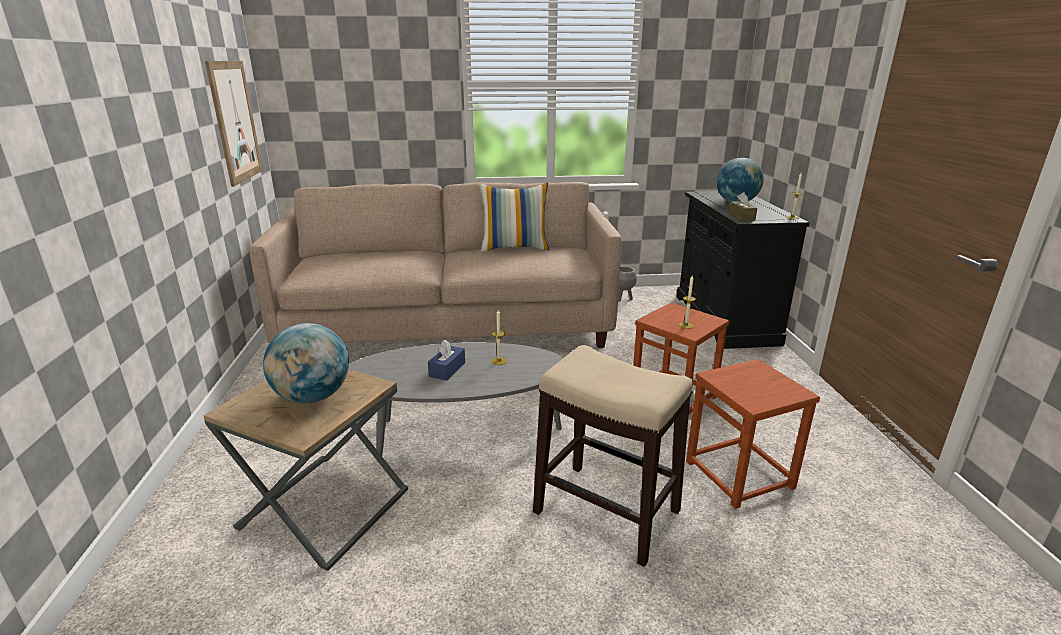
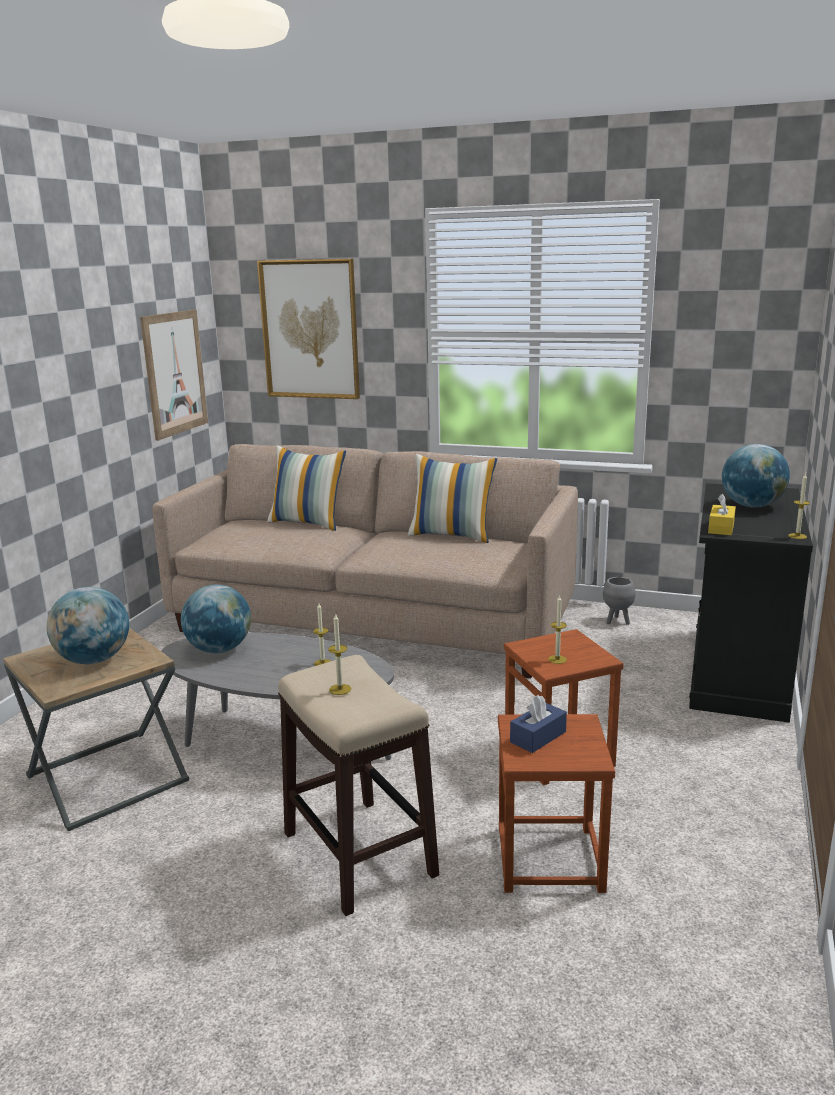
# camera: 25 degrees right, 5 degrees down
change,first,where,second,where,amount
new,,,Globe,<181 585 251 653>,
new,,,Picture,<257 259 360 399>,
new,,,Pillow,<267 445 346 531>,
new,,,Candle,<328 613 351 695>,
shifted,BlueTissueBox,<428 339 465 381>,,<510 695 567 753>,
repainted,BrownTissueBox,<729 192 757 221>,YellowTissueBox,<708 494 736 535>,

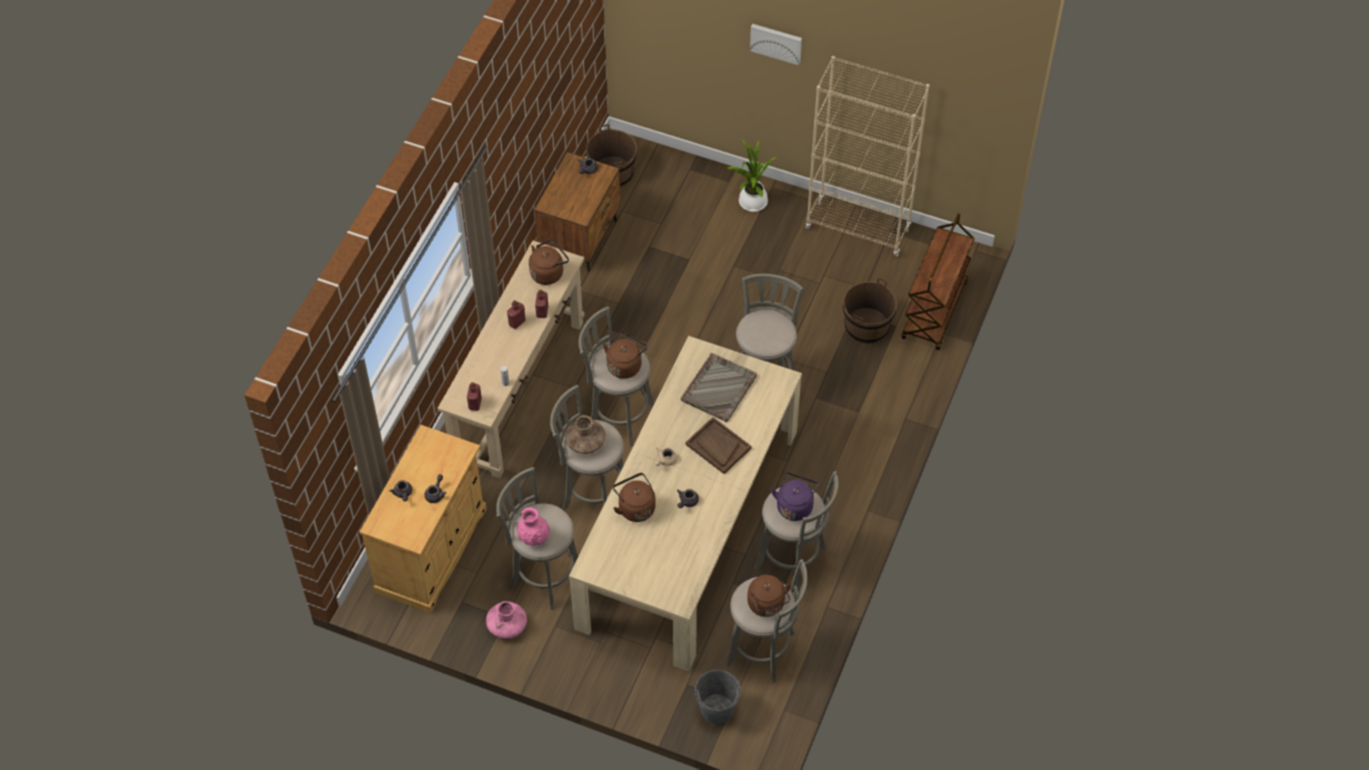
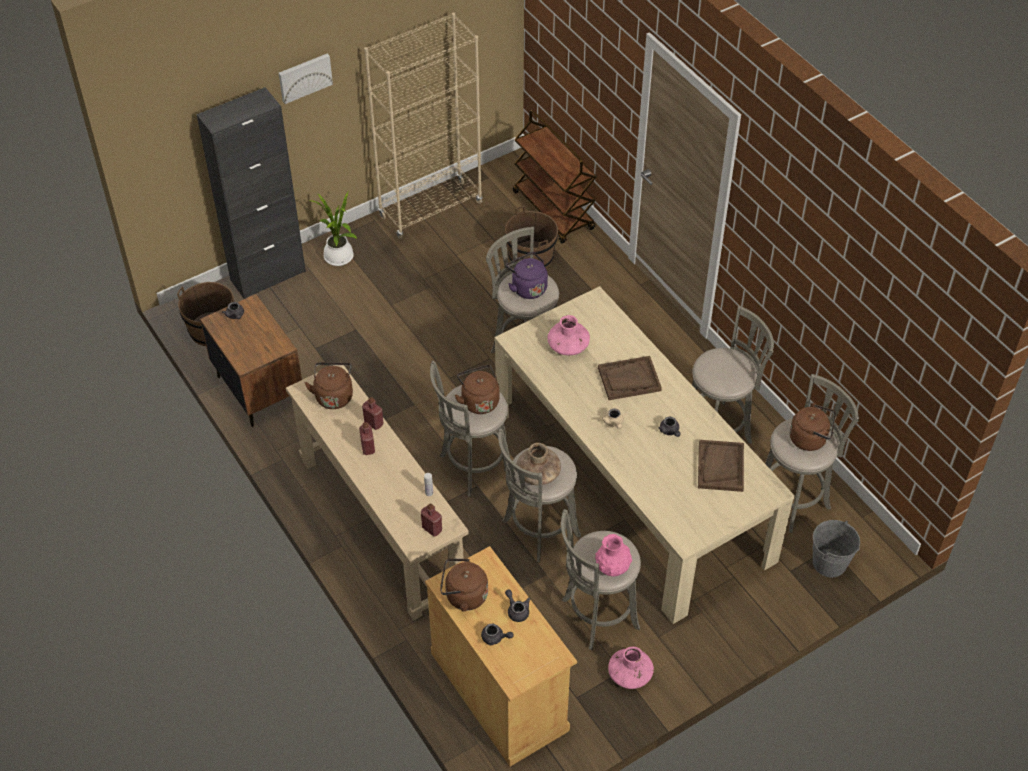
# camera: 55 degrees left, 5 degrees down
change,first,where,second,where,amount
new,,,BlackCabinet,<196 87 306 299>,
new,,,BrownTray,<698 440 744 492>,
shifted,BrownKettle,<613 473 655 522>,,<440 559 488 612>,
shifted,PurpleKettle,<771 473 818 521>,,<506 252 548 299>,
swapped,GreyTray,<681 353 757 422>,PinkVase,<548 315 590 355>,

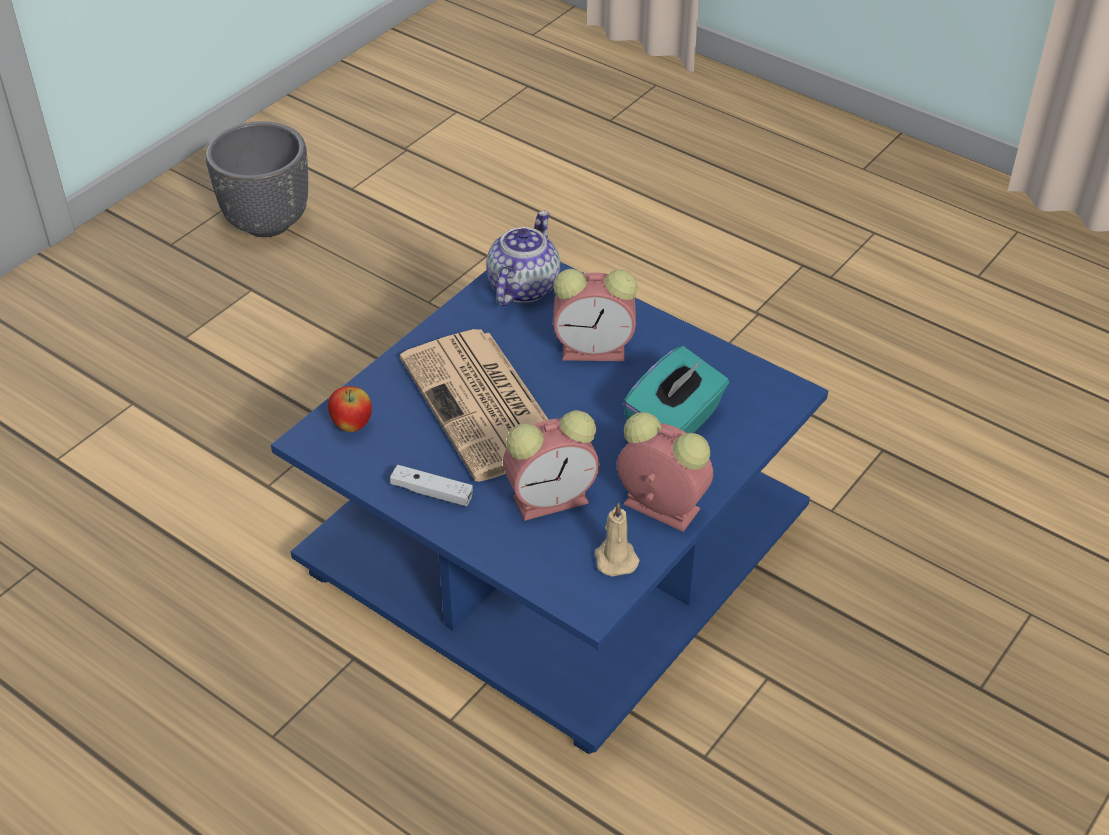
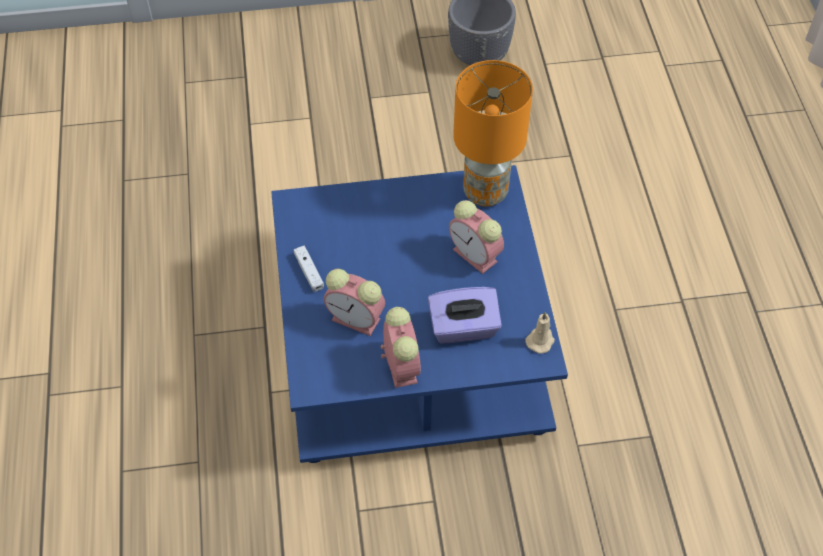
# camera: 45 degrees right, 10 degrees up
change,first,where,second,where,amount
gone,Apple,<328 386 372 432>,,,
gone,Newspaper,<400 329 549 482>,,,
shifted,BeigeCandle,<595 502 640 577>,,<525 312 555 354>,
swapped,Teapot,<486 210 560 306>,OrangeTableLamp,<453 60 533 207>,
repainted,TurquoiseTissueBox,<623 346 729 433>,PurpleTissueBox,<428 287 502 343>,

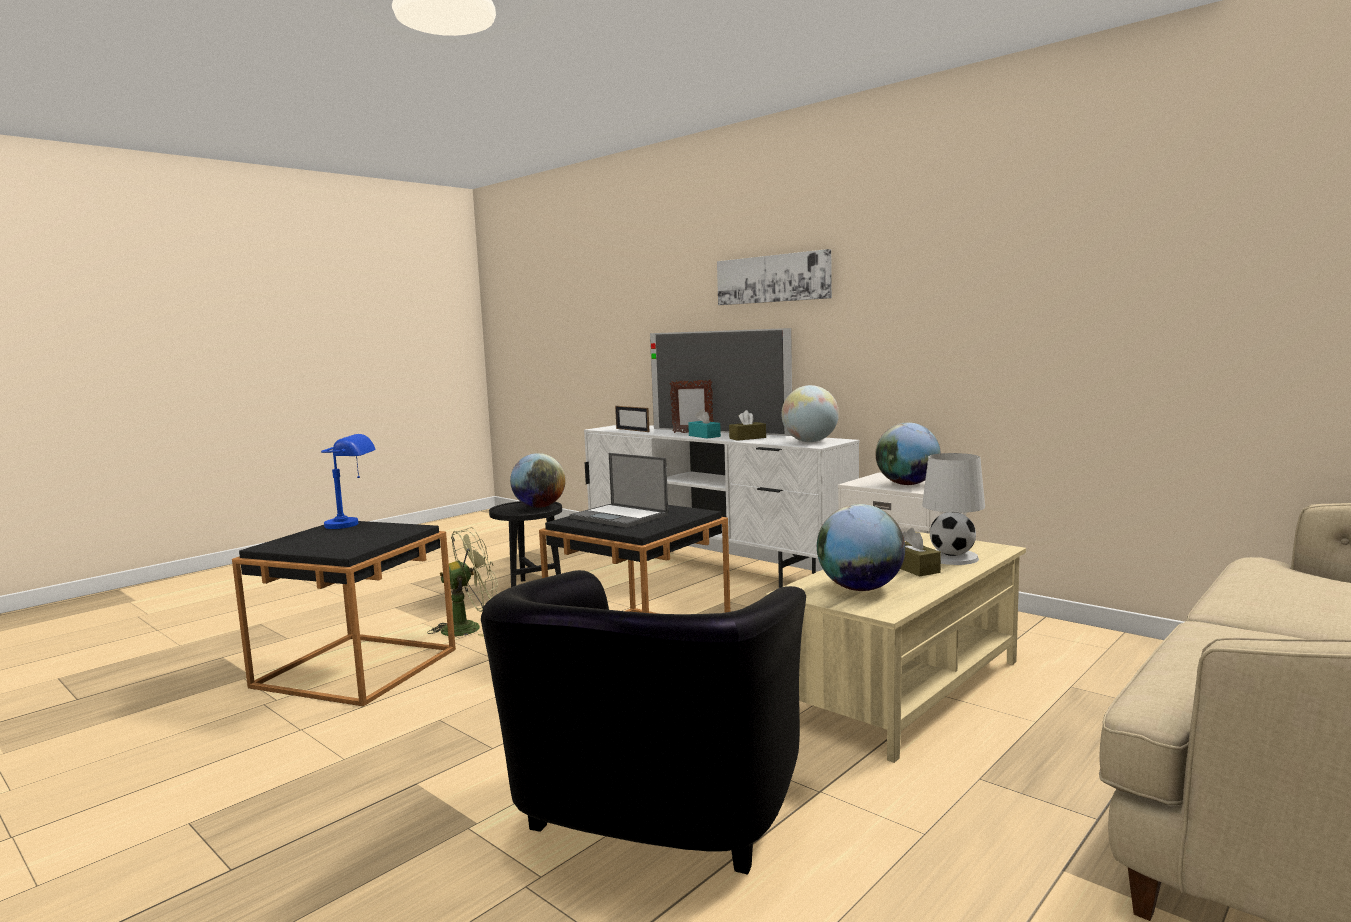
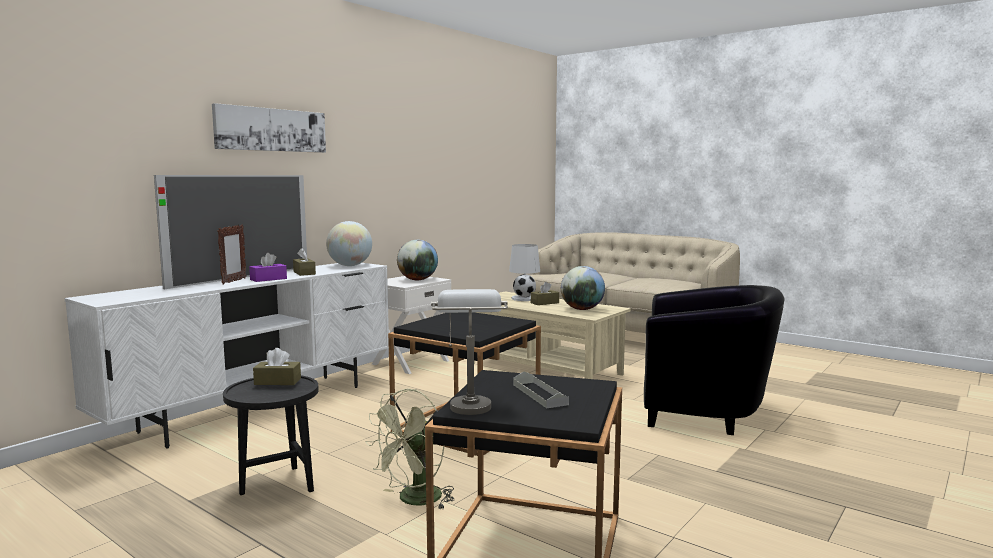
# camera: 95 degrees left, 0 degrees up
change,first,where,second,where,amount
gone,Laptop,<569 453 668 528>,,,
gone,PictureFrame,<615 406 650 432>,,,
new,,,GreyTray,<513 371 569 408>,
swapped,Globe,<510 453 566 508>,BrownTissueBox,<253 348 301 385>,
repainted,BlueTableLamp,<321 434 376 529>,GreyTableLamp,<431 289 508 415>,
repainted,TurquoiseTissueBox,<688 409 721 439>,PurpleTissueBox,<249 253 287 282>,
rotated,GreenFan,<427 527 498 637>,,<366 389 454 509>,105 degrees counterclockwise

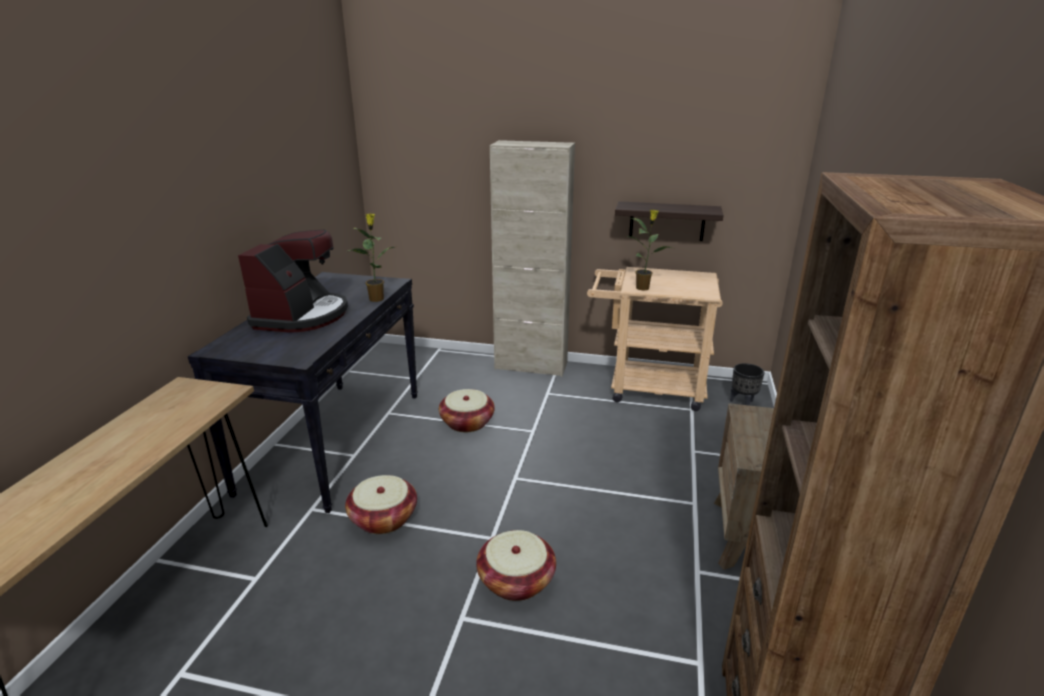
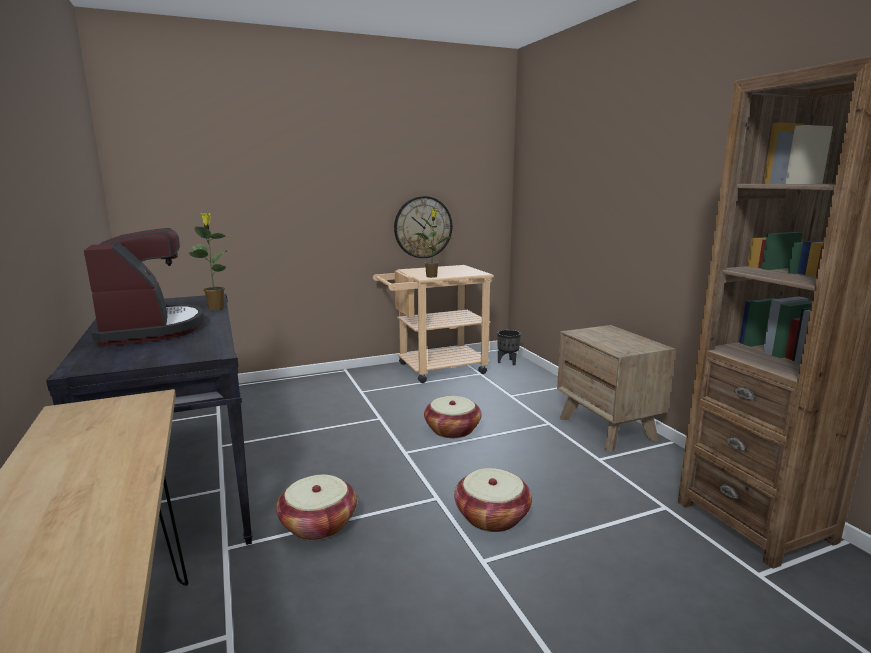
# camera: 35 degrees left, 10 degrees down
change,first,where,second,where,amount
gone,BeigeCabinet,<490 140 575 377>,,,
shifted,Basket,<439 389 495 432>,,<424 396 481 438>,
swapped,Shelf,<615 201 723 241>,WallClock,<394 196 452 258>,

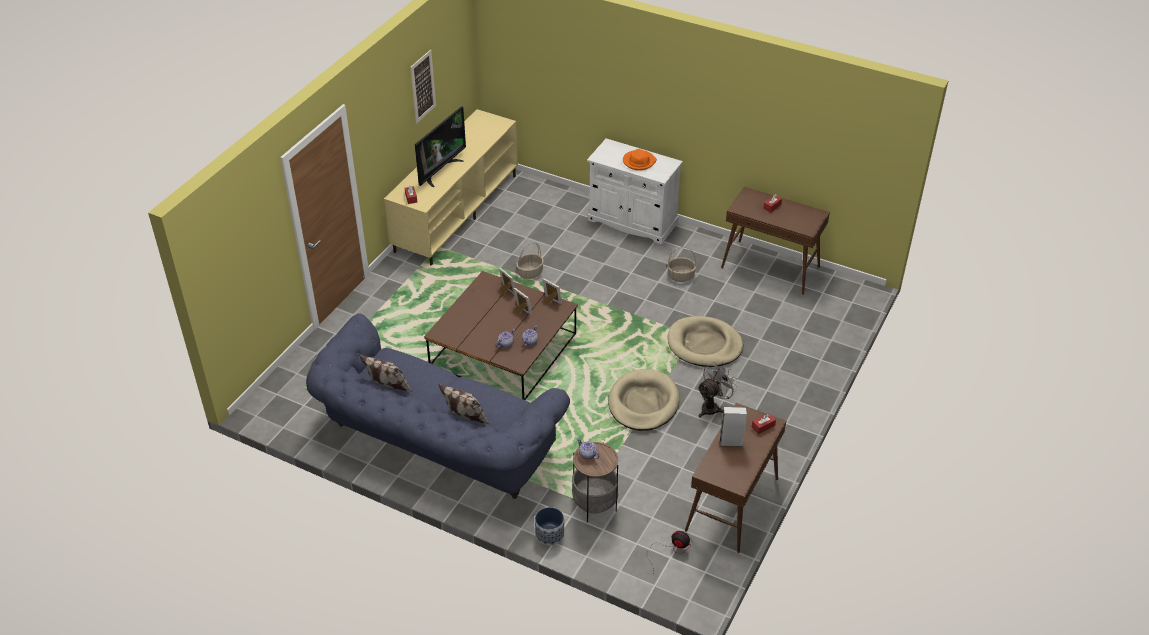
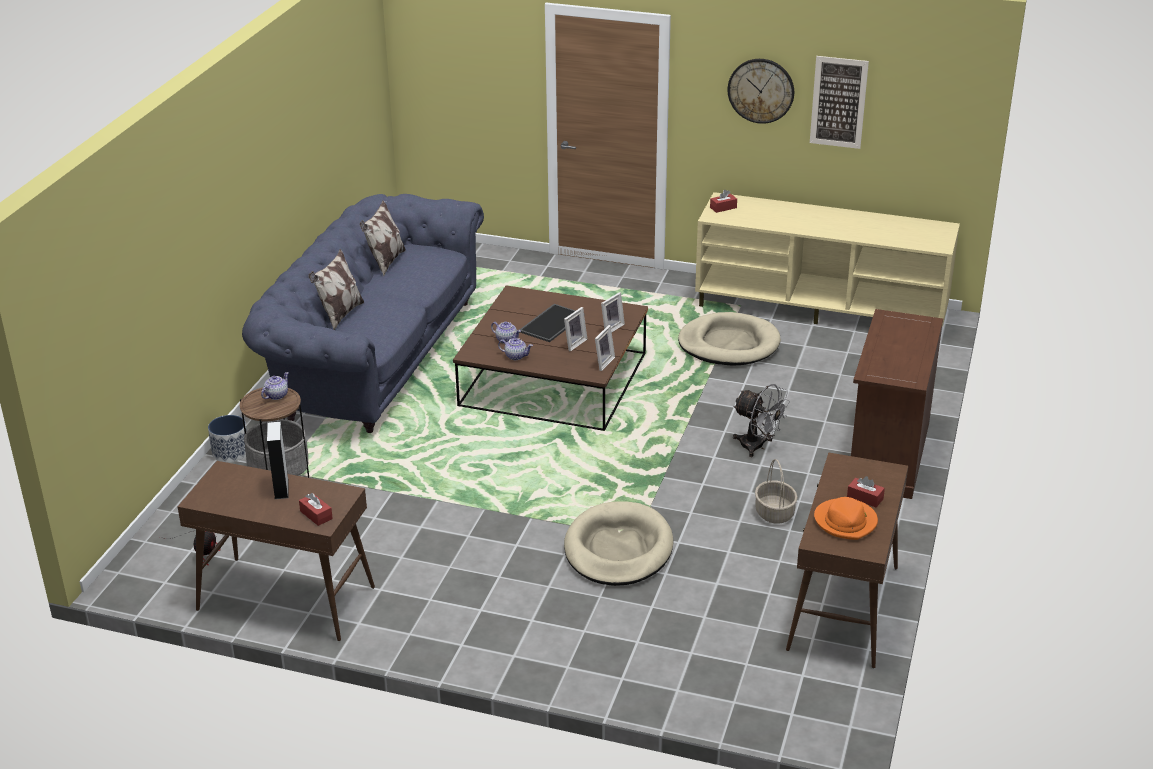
# camera: 80 degrees right, 10 degrees down
change,first,where,second,where,amount
gone,Television,<415 106 466 187>,,,
gone,Basket,<516 243 544 279>,,,
new,,,Tray,<519 304 585 342>,
new,,,WallClock,<727 59 794 124>,
shifted,BeigeDogBed,<608 369 680 431>,,<678 312 781 366>,
shifted,OrangeHat,<623 149 657 170>,,<814 497 878 540>,
shifted,GreyFan,<697 362 738 418>,,<733 384 790 457>,
repainted,WhiteCabinet,<587 138 683 244>,BrownCabinet,<851 309 943 499>,

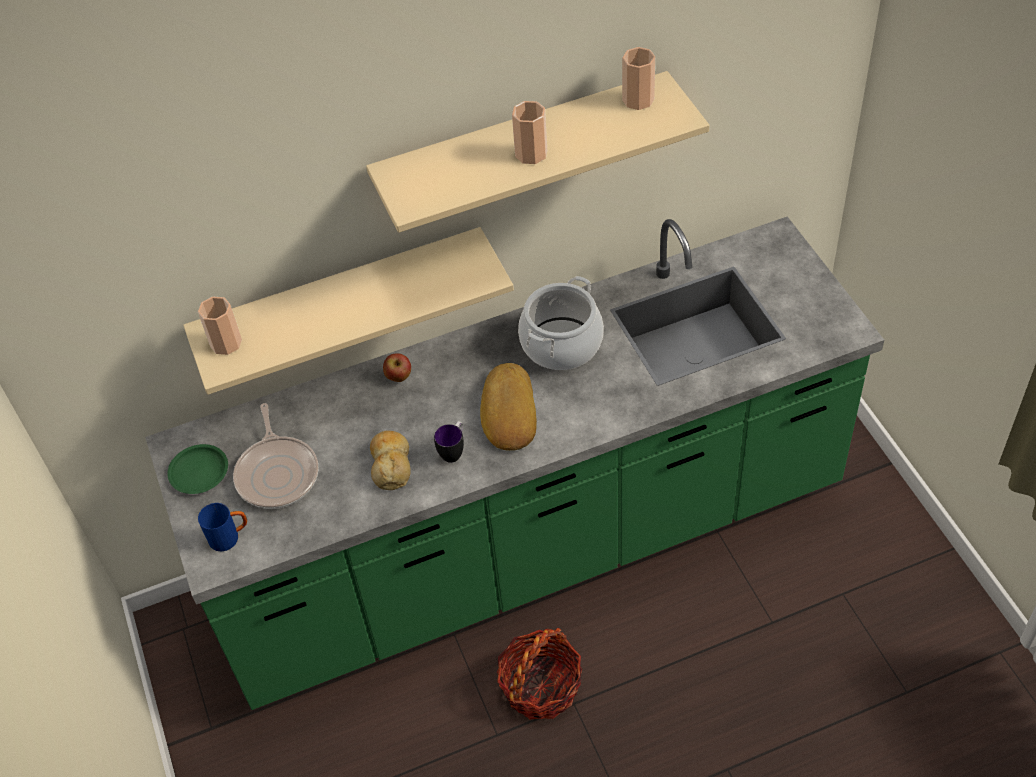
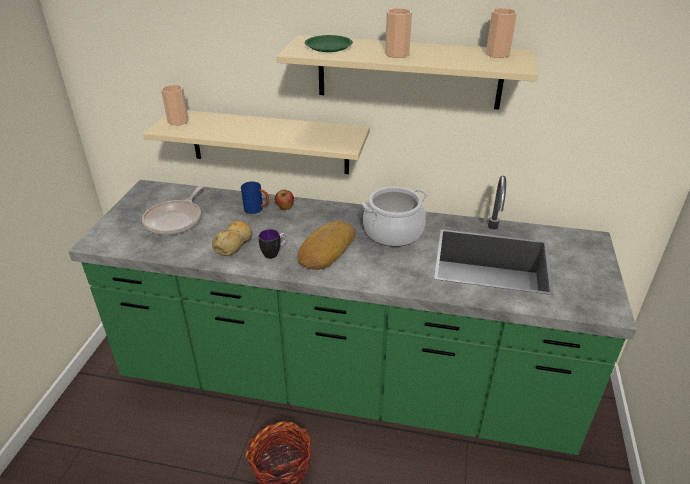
# camera: 30 degrees right, 15 degrees down
change,first,where,second,where,amount
shifted,GreenPlate,<167 444 228 494>,,<305 35 353 52>,
shifted,BlueMug,<198 503 247 552>,,<241 182 269 214>,

